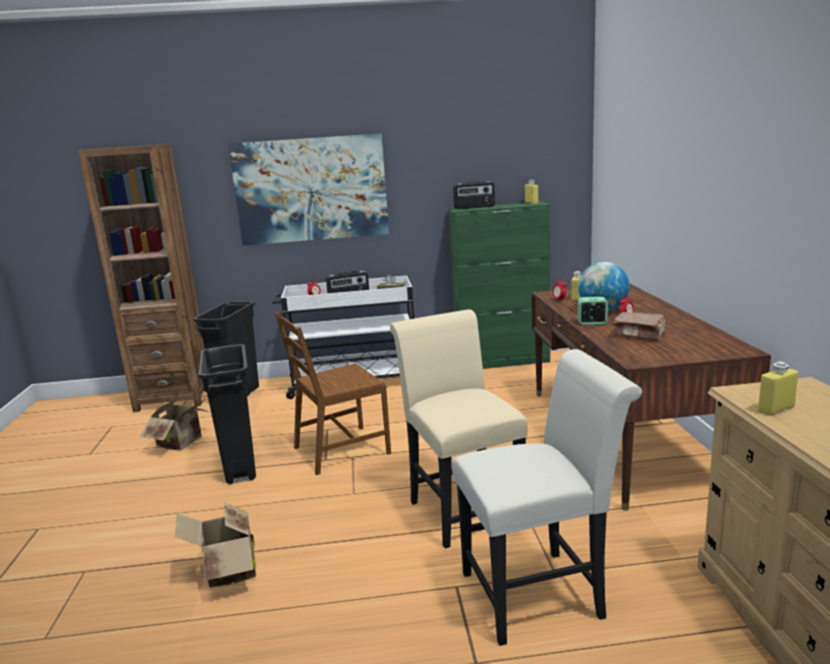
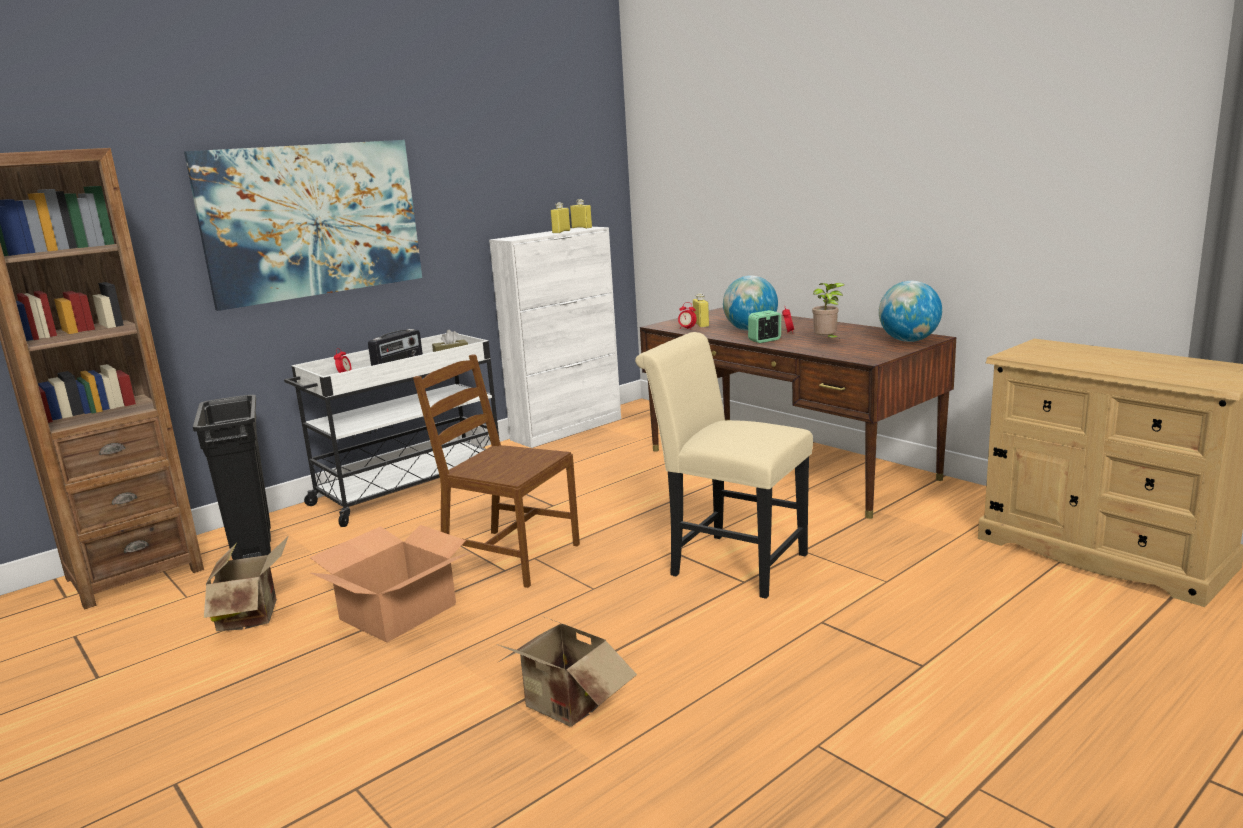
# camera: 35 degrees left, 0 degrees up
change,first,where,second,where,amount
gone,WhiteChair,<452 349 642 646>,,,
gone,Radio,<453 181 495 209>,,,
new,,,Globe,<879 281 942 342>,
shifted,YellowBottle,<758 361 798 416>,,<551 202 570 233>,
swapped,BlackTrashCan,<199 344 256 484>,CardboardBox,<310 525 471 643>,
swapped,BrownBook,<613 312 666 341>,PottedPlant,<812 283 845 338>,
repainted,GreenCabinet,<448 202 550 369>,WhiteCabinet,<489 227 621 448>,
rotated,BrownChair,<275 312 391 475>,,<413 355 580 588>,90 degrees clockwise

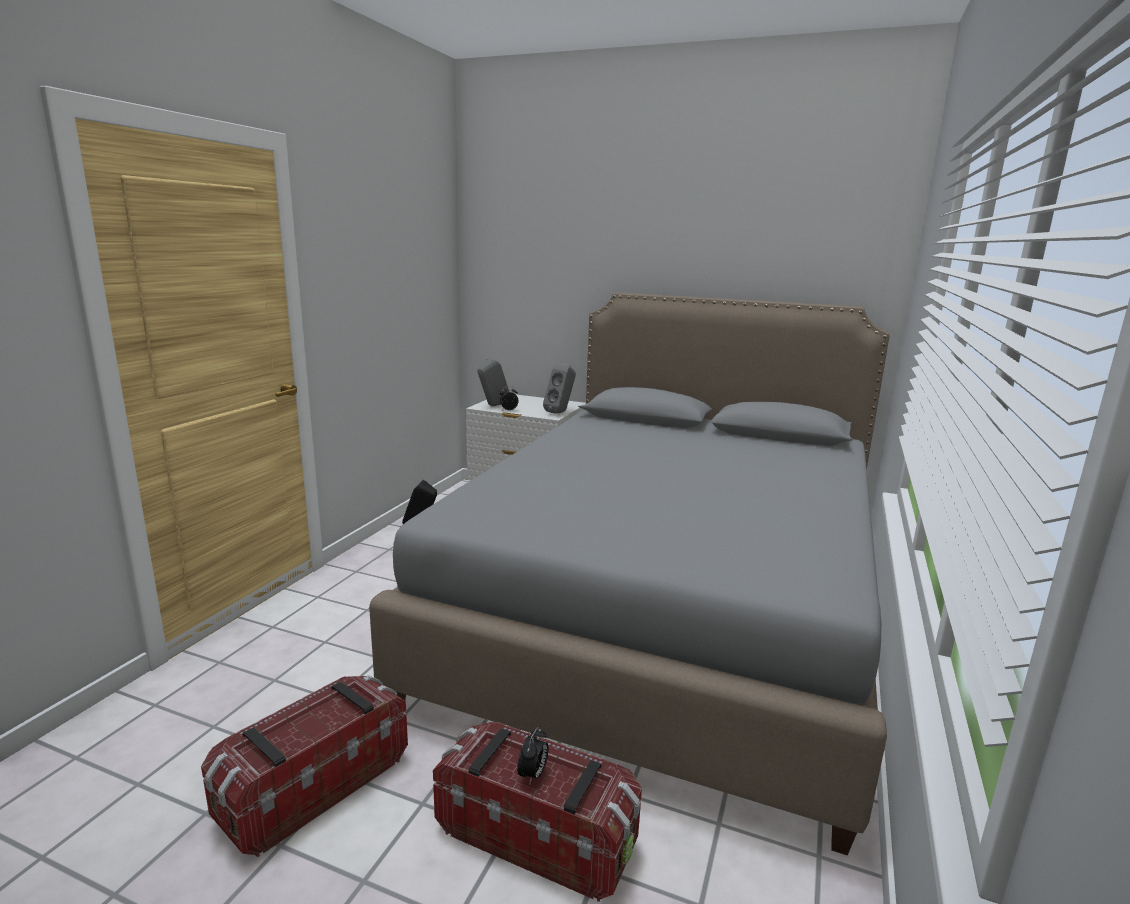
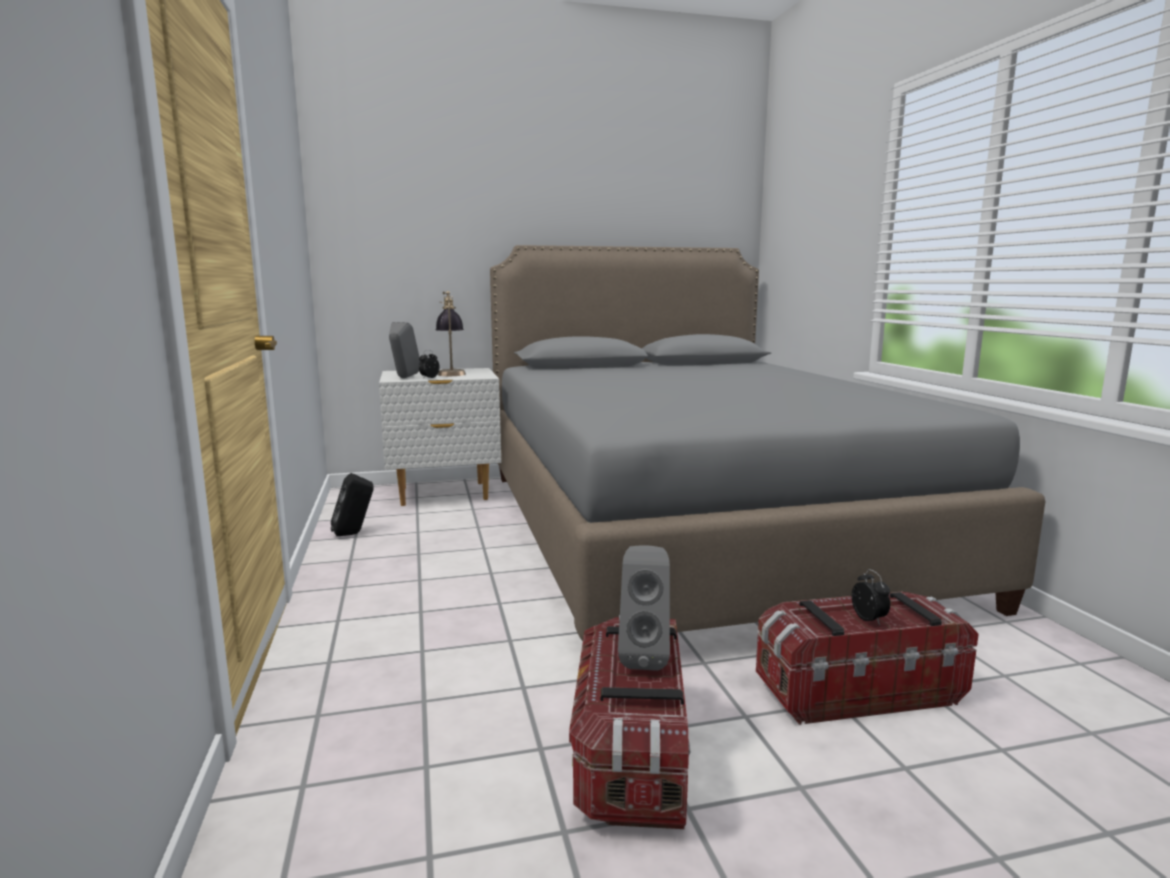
# camera: 35 degrees left, 5 degrees down
change,first,where,second,where,amount
new,,,TableLamp,<435 291 466 376>,
shifted,GreySpeaker,<543 363 576 414>,,<618 545 670 671>,

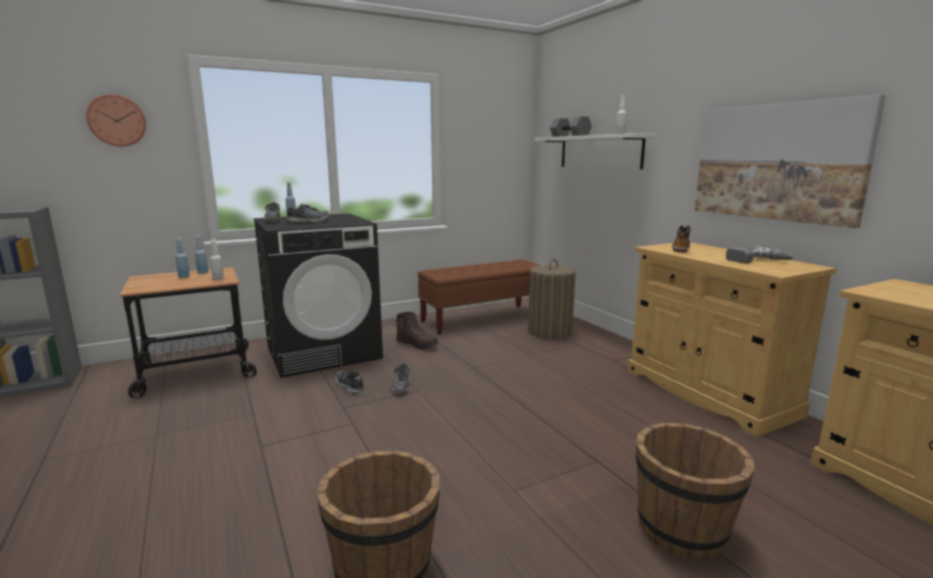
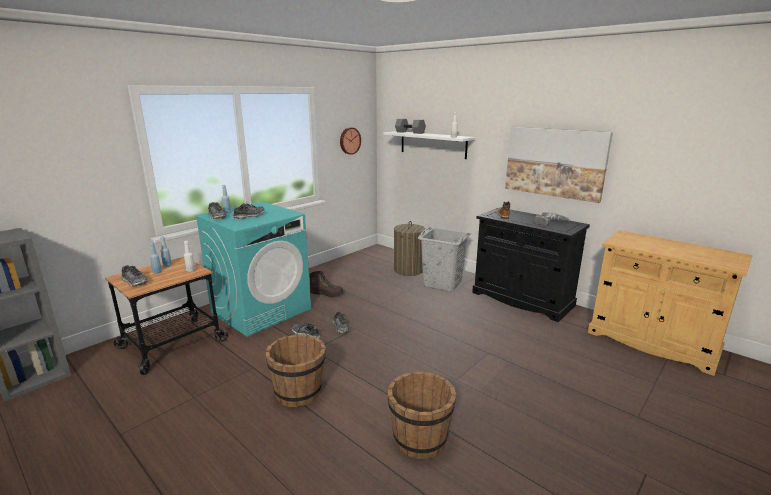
# camera: 20 degrees left, 5 degrees up
change,first,where,second,where,amount
gone,BrownBench,<418 260 539 335>,,,
new,,,Shoe,<121 265 148 286>,
new,,,GreyLaundryBasket,<418 227 471 292>,
shifted,WallClock,<86 94 146 147>,,<340 127 361 155>,
shifted,BrownBucket,<635 422 755 560>,,<265 334 326 407>,
repainted,BlackWashingMachine,<254 213 383 378>,TurquoiseWashingMachine,<195 202 311 337>,
repainted,BeigeCabinet,<627 242 837 437>,BlackCabinet,<472 207 590 322>,

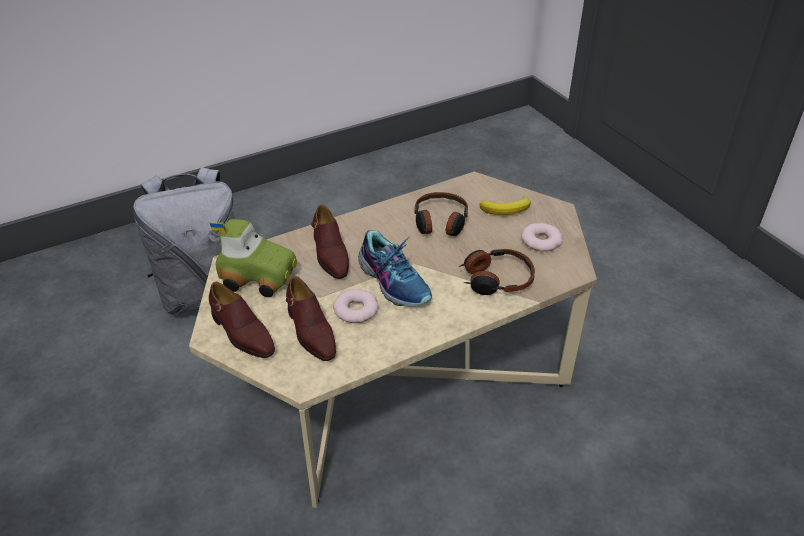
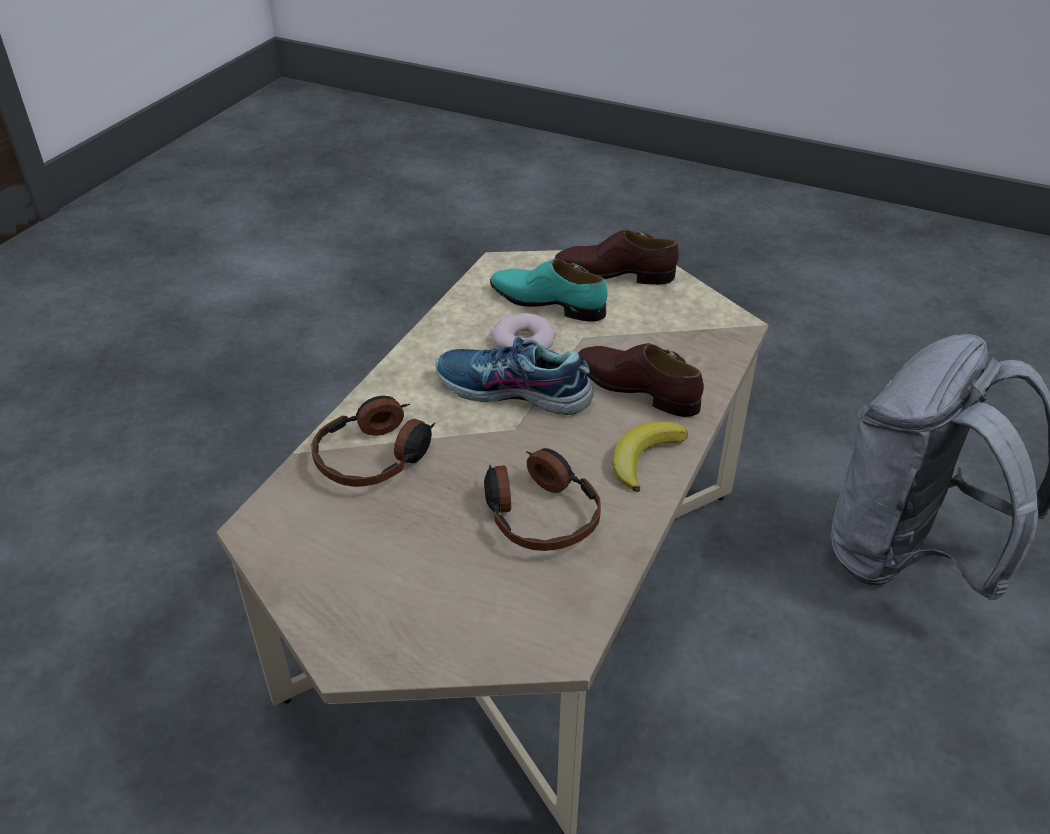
# camera: 145 degrees right, 0 degrees up
change,first,where,second,where,amount
gone,ToyCar,<210 219 297 297>,,,
gone,Donut,<521 223 563 252>,,,
shifted,Banana,<480 196 531 215>,,<612 421 688 492>,
repainted,BrownShoe,<286 276 336 361>,TurquoiseShoe,<490 259 608 322>,

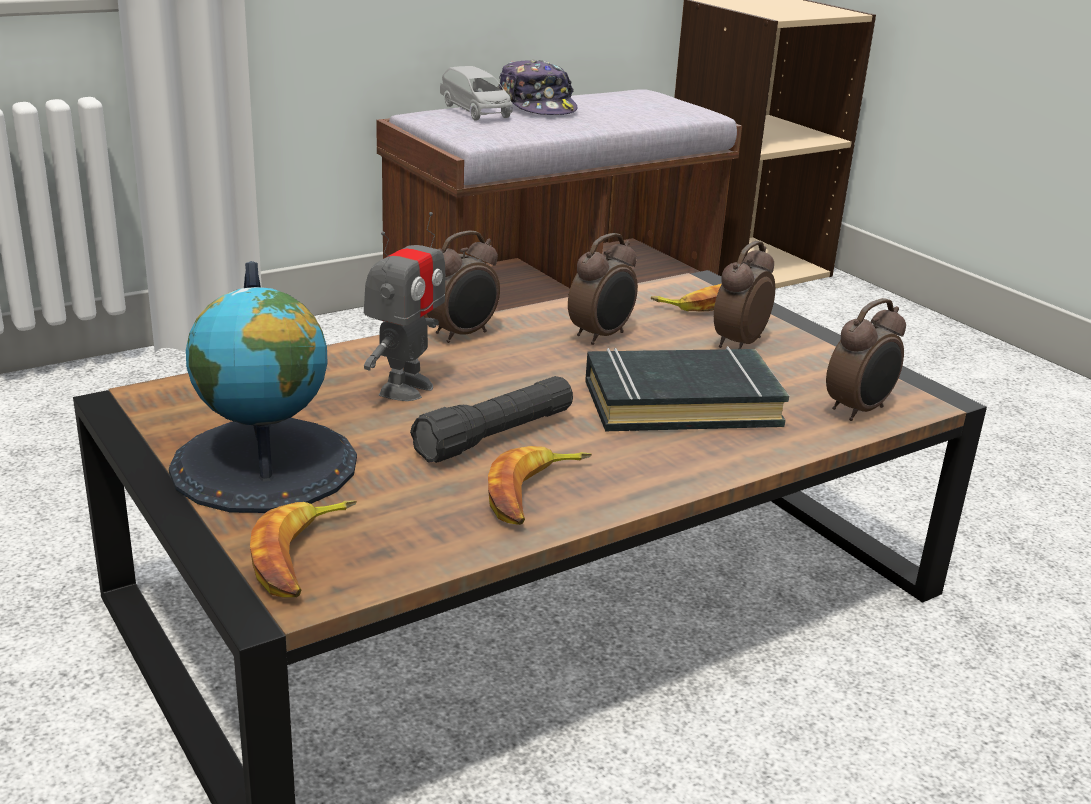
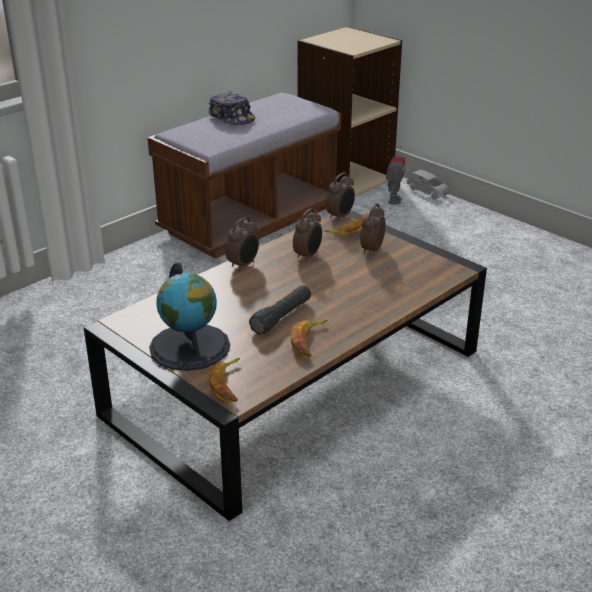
# camera: 10 degrees left, 5 degrees up
change,first,where,second,where,amount
gone,BlackBook,<585 346 789 431>,,,
shifted,ToyRobot,<364 212 445 401>,,<386 146 406 204>,
shifted,GreyToyCar,<440 66 513 121>,,<407 170 449 200>,
shifted,AlarmClock,<826 298 906 421>,,<326 172 355 222>,

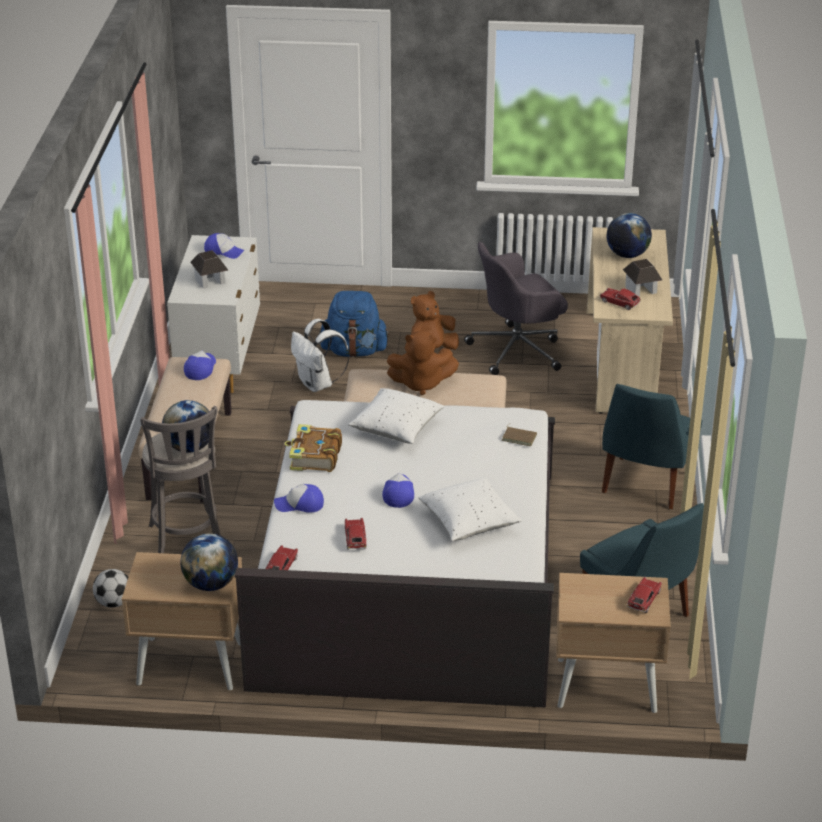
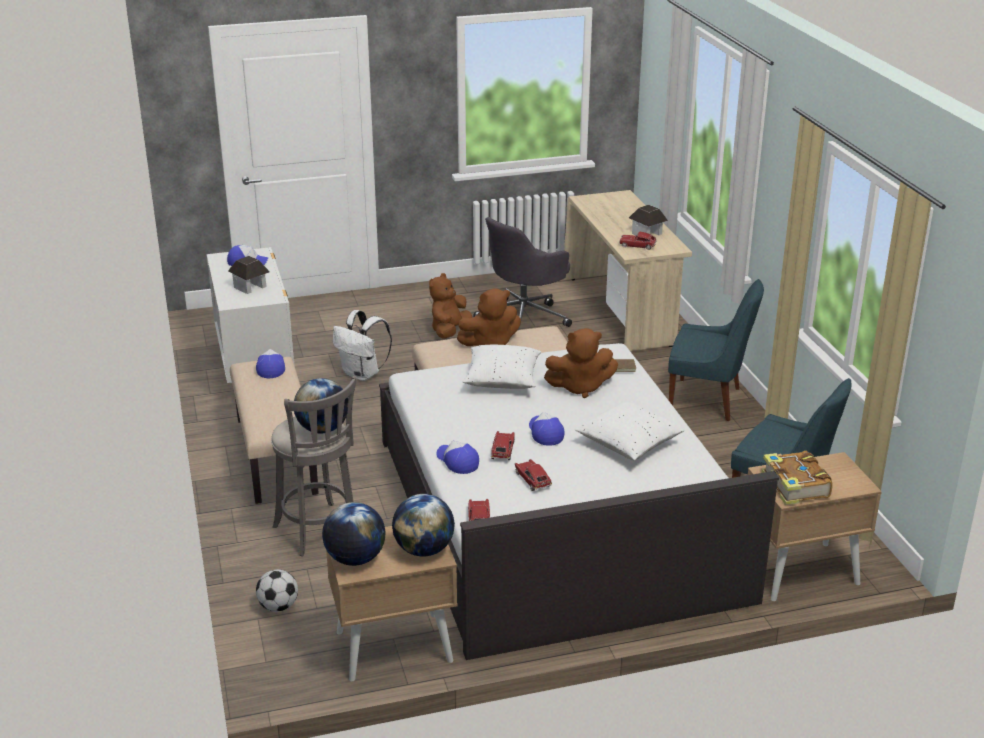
# camera: 20 degrees left, 5 degrees down
change,first,where,second,where,amount
gone,BlueBackpack,<319 291 390 357>,,,
new,,,BrownPlushToy,<544 328 618 398>,
shifted,Book,<284 424 342 472>,,<762 451 833 505>,
shifted,Globe,<607 213 652 258>,,<322 502 386 566>,
shifted,ToyCar,<627 577 662 613>,,<491 431 515 460>,
rotated,Cap,<274 484 324 513>,,<436 440 479 474>,75 degrees clockwise
rotated,BlueChair,<602 384 703 509>,,<668 279 764 421>,75 degrees counterclockwise

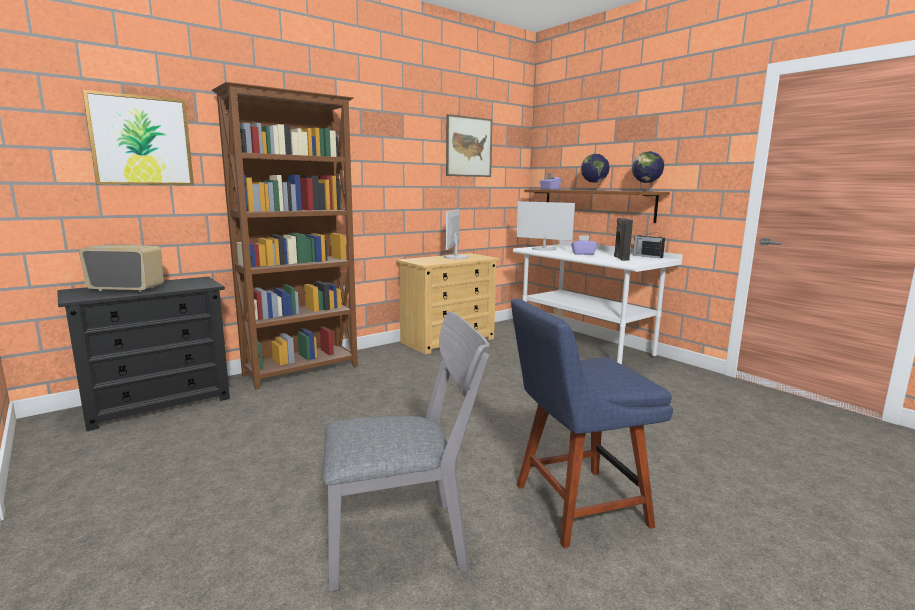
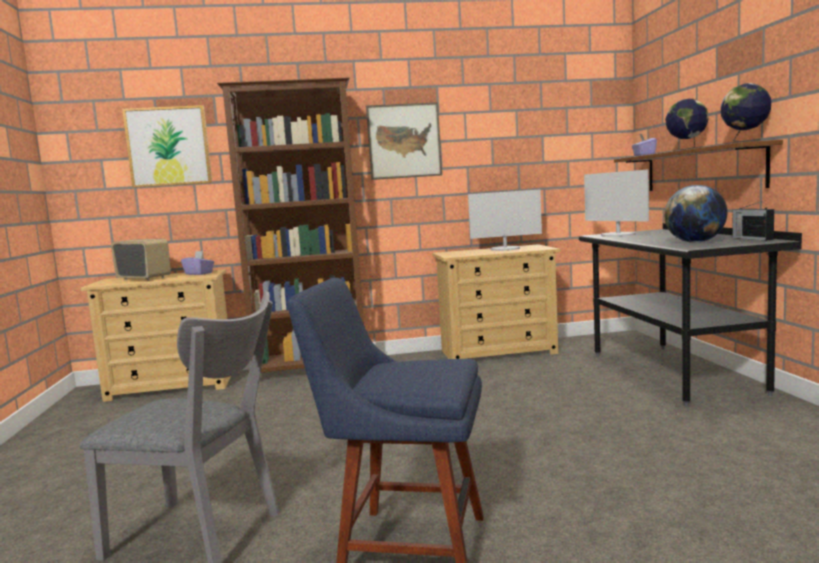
# camera: 30 degrees right, 5 degrees down
change,first,where,second,where,amount
shifted,Picture,<446 114 492 177>,,<366 102 442 180>,
shifted,PurpleTissueBox,<571 235 598 255>,,<181 251 214 275>,
swapped,BlackSpeaker,<614 218 633 261>,Globe,<664 185 728 243>,
repainted,BlackDresser,<57 277 230 432>,BeigeDresser,<81 269 231 402>,
repainted,WhiteDesk,<513 240 683 364>,BlackDesk,<579 223 802 407>,
rotated,Monitor,<444 209 468 259>,,<468 190 542 251>,135 degrees counterclockwise

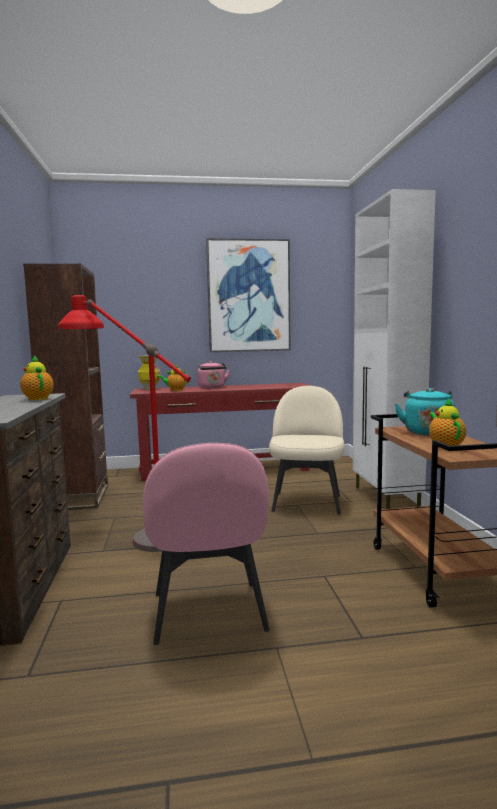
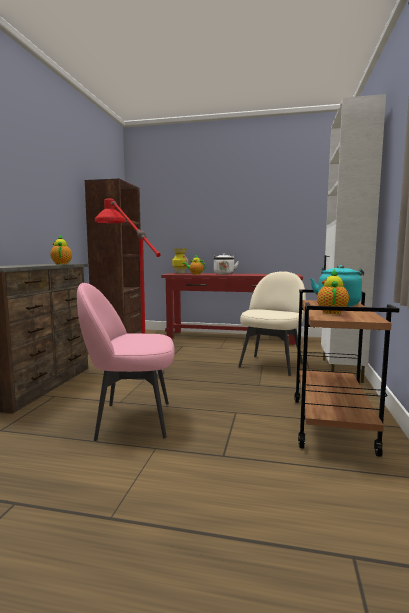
# camera: 20 degrees right, 0 degrees up
change,first,where,second,where,amount
gone,Picture,<206 239 290 352>,,,
repainted,PinkKettle,<197 361 230 388>,WhiteKettle,<214 254 239 274>,
rotated,PinkChair,<143 443 270 645>,,<77 283 175 441>,75 degrees clockwise

